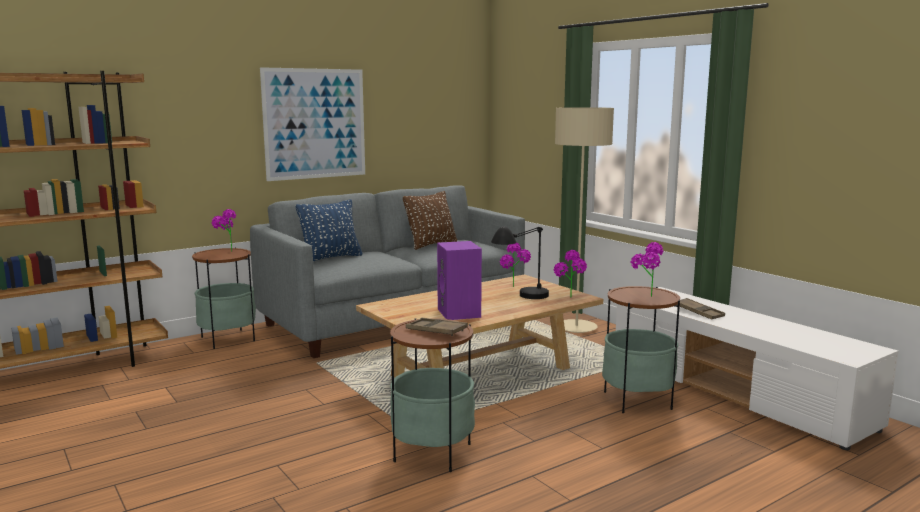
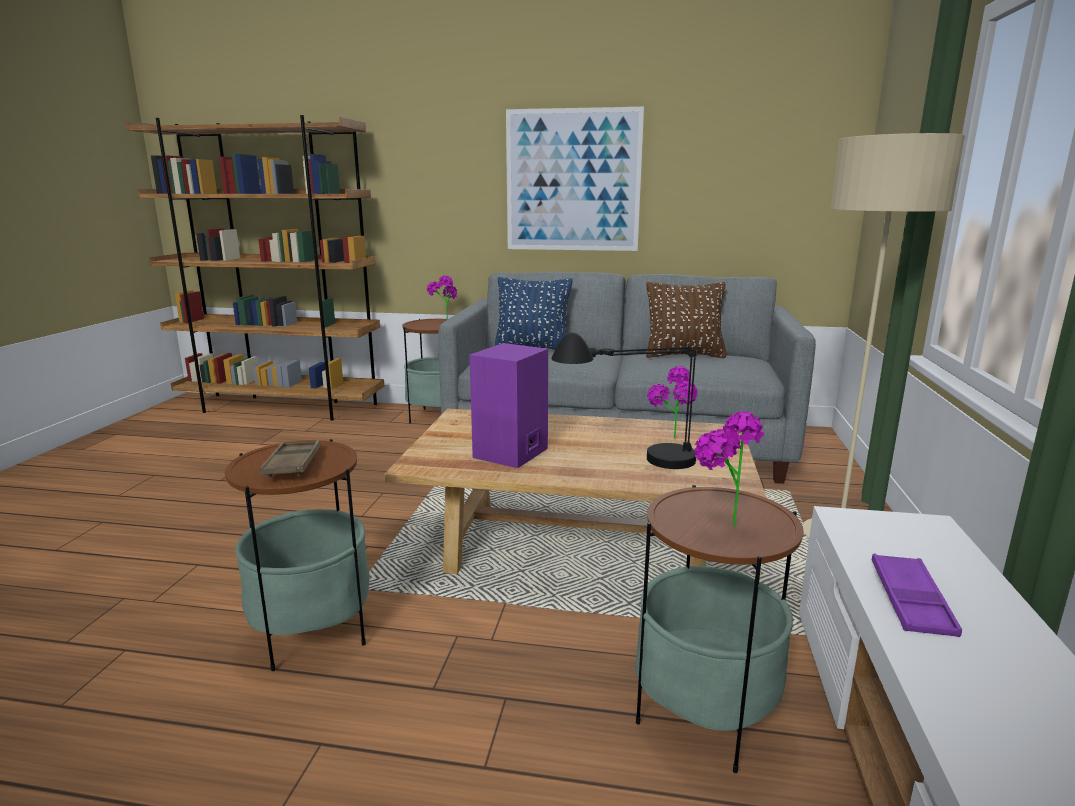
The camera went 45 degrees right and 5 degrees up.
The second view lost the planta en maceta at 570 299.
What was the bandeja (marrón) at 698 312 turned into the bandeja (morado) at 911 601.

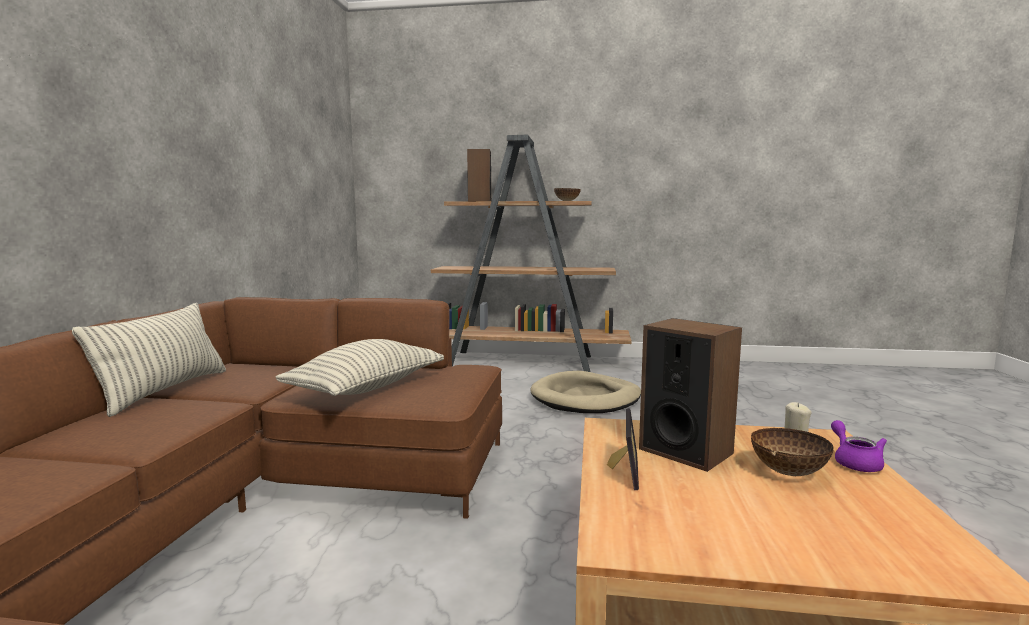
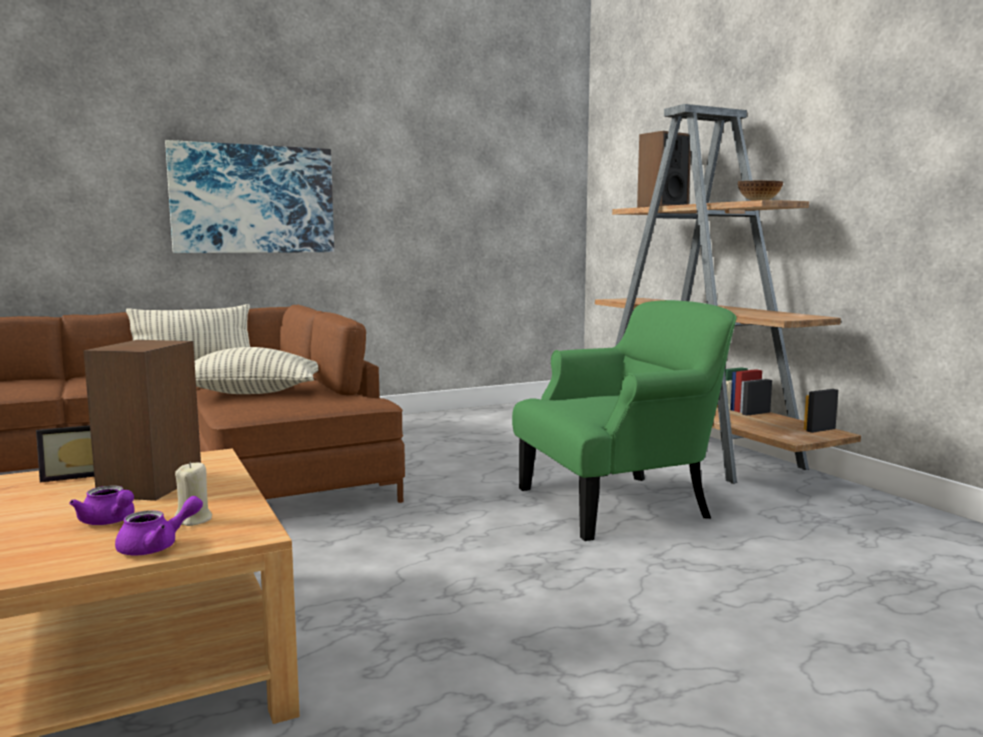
The camera went 55 degrees right and 0 degrees up.
Where the cama para perro (beis) stood at 586 398, the sillón (verde) came to stand at 618 503.
Where the cuenco stood at 787 472, the tetera (morado) came to stand at 109 522.
The second view gained the cuadro at 253 199.

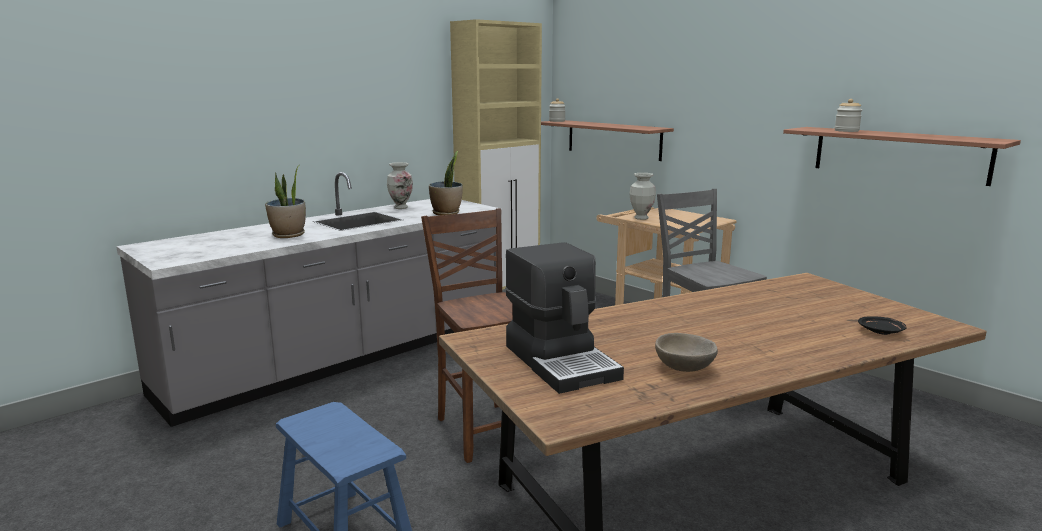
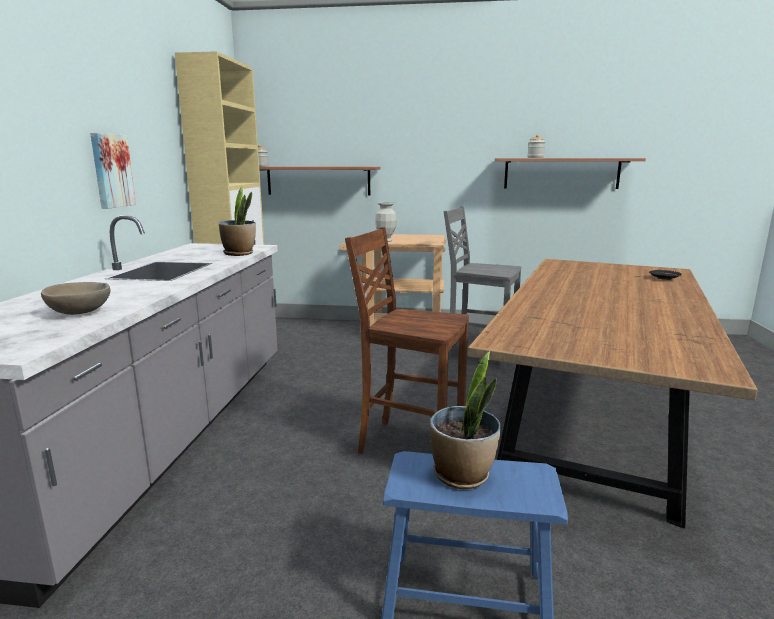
The camera went 40 degrees left and 0 degrees up.
The second view lost the florero at 401 207.
The planta en maceta ended up elsewhere, having gone from 288 235 to 462 475.
The second view lost the cafetera at 562 361.
The cuenco (beis) ended up elsewhere, having gone from 684 368 to 79 313.
The second view gained the cuadro at 111 171.

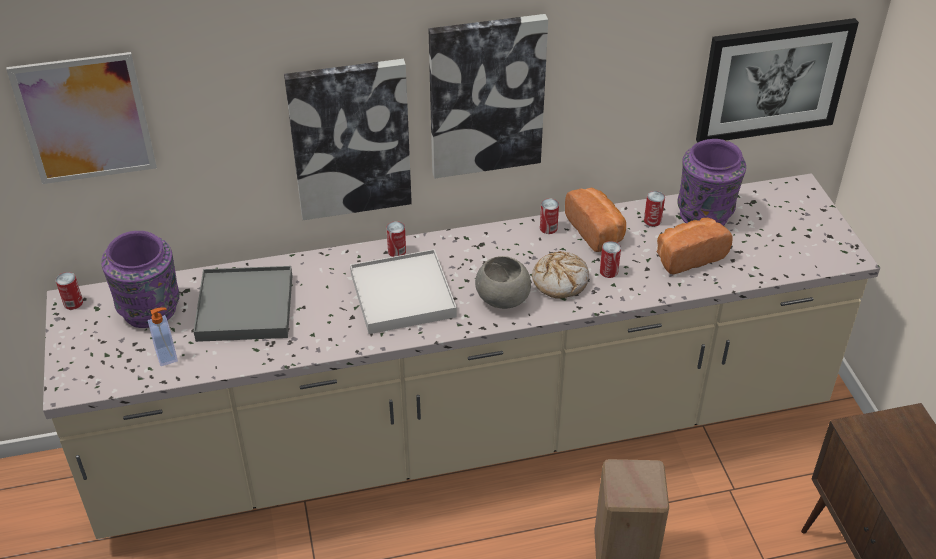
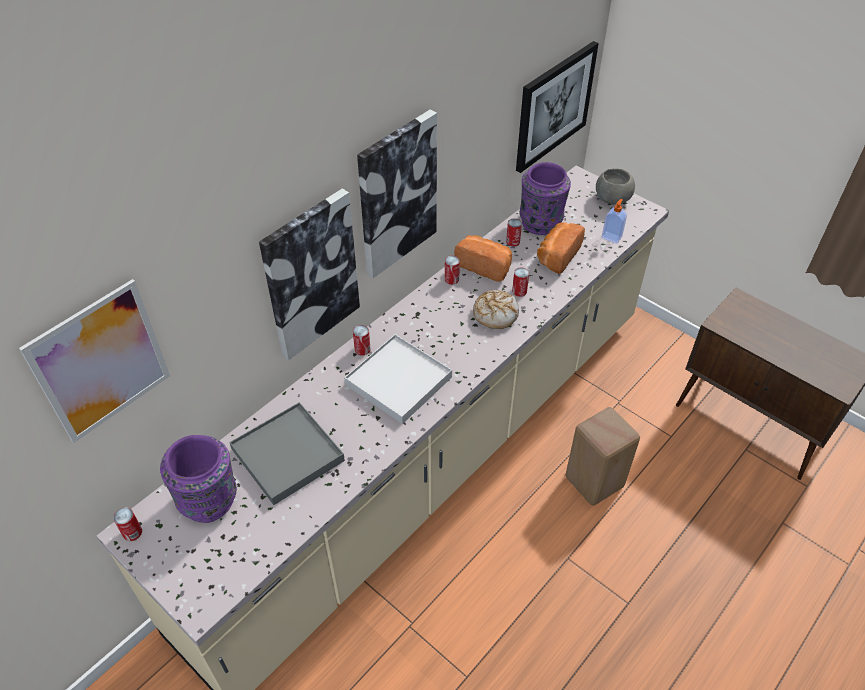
The camera went 35 degrees left and 5 degrees up.
The cuenco (gris) ended up elsewhere, having gone from 502 300 to 612 200.
The dispensador de jabón ended up elsewhere, having gone from 167 355 to 612 237.

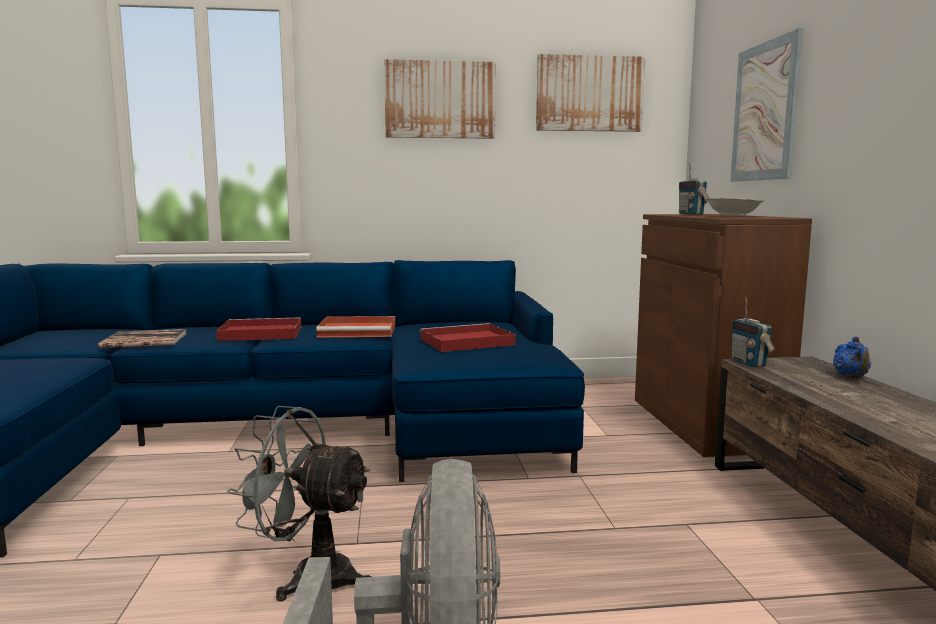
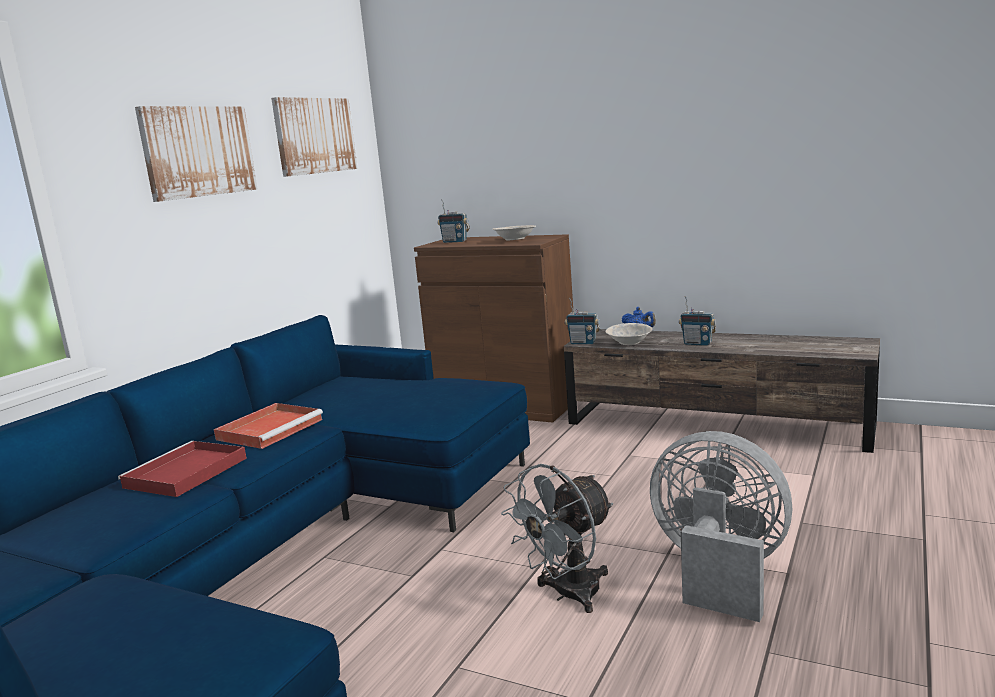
The camera went 55 degrees left and 5 degrees up.
The second view lost the cuadro at 765 112.
The second view lost the bandeja (rojo) at 465 342.
The second view lost the libro at 145 340.
The second view gained the radio at 697 343.
The second view gained the cuenco (beis) at 629 342.

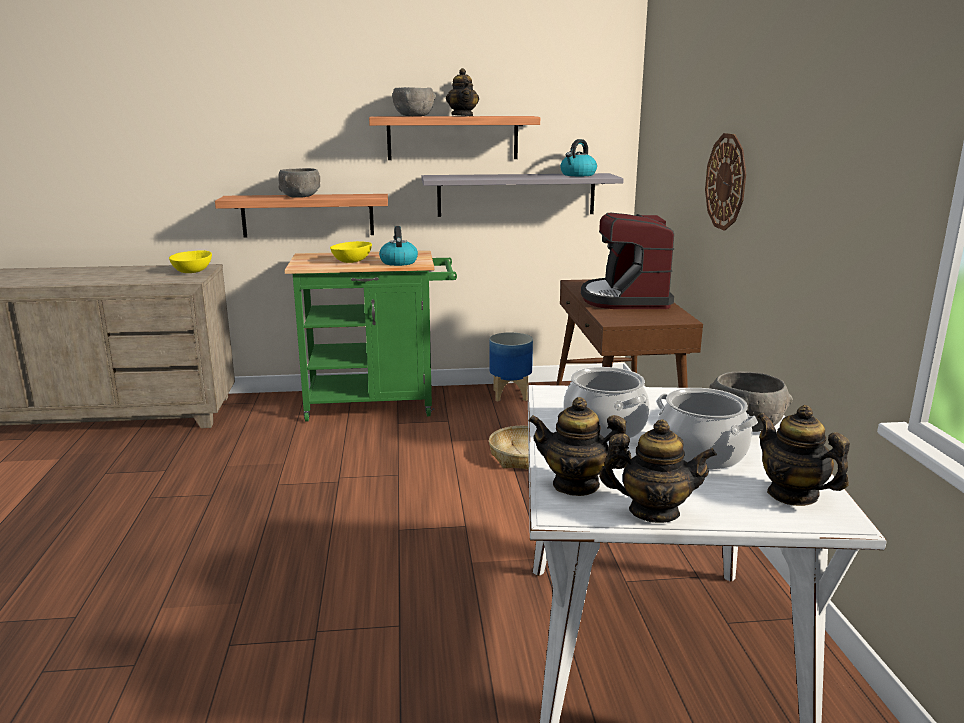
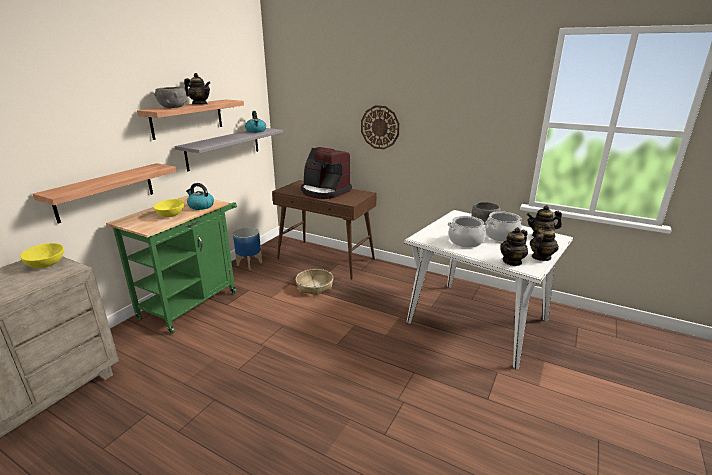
The camera went 55 degrees left and 5 degrees up.
The second view lost the cuenco (gris) at 300 196.

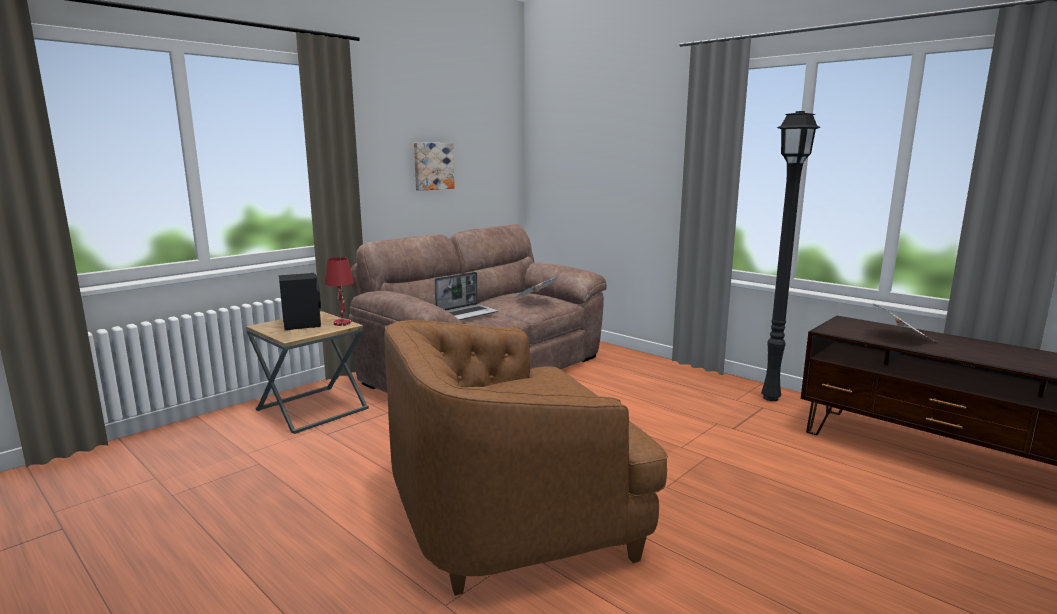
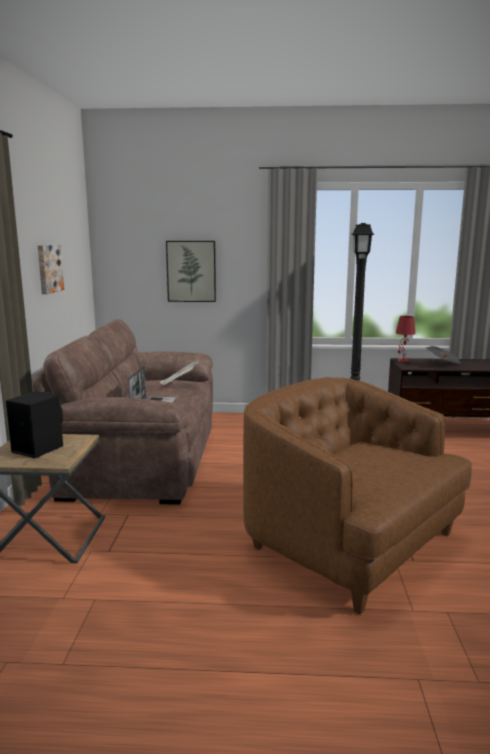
The camera went 40 degrees left and 0 degrees up.
The lámpara de mesa (rojo) ended up elsewhere, having gone from 342 323 to 403 361.
The sillón (marrón) at 512 515 ended up facing another way, 105 degrees clockwise from before.
The second view gained the cuadro at 191 271.

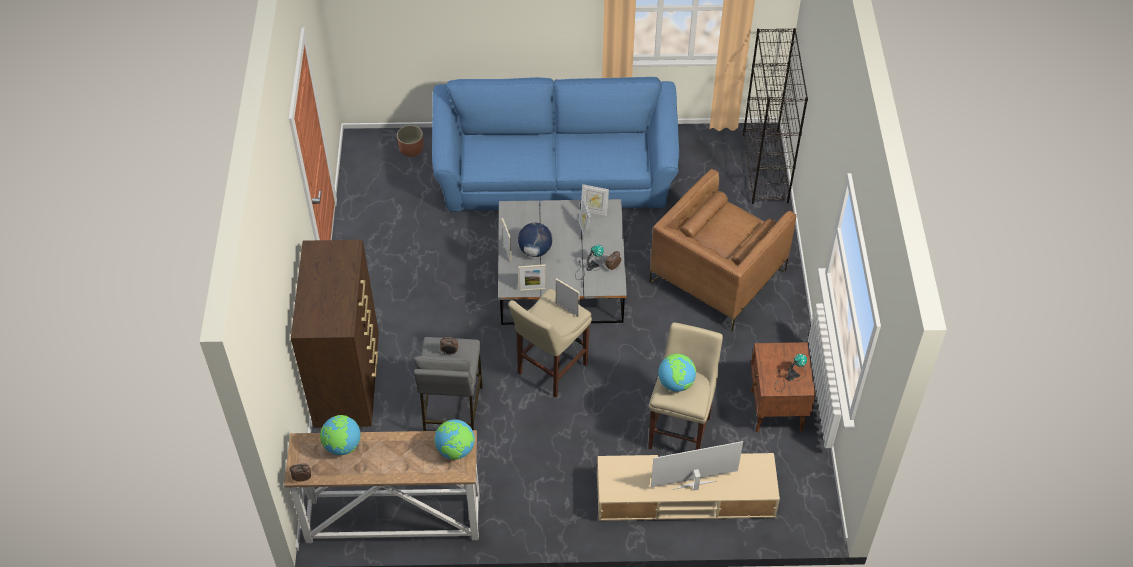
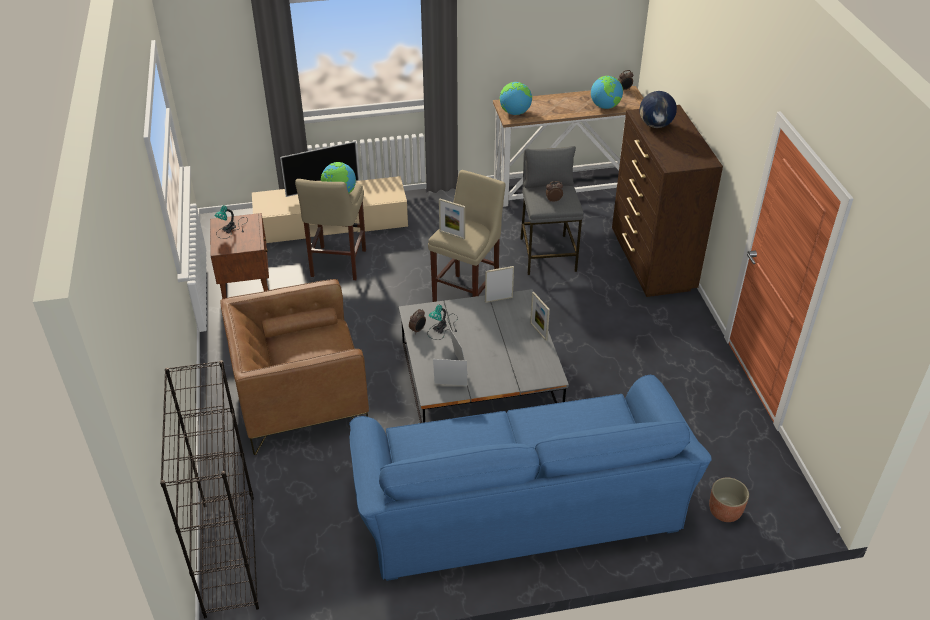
The camera went 170 degrees right and 10 degrees down.
The sillón (marrón) at 717 277 ended up facing another way, 135 degrees counterclockwise from before.
The globo terráqueo ended up elsewhere, having gone from 535 250 to 655 125.

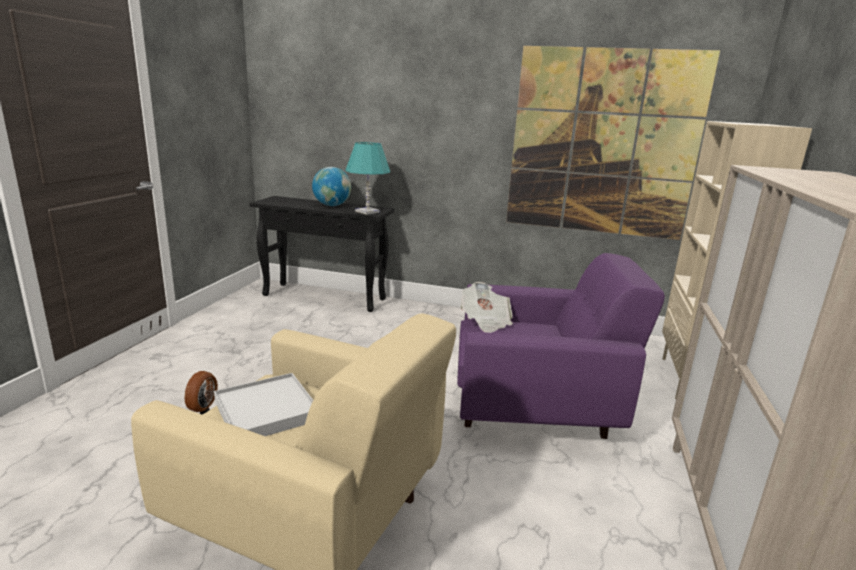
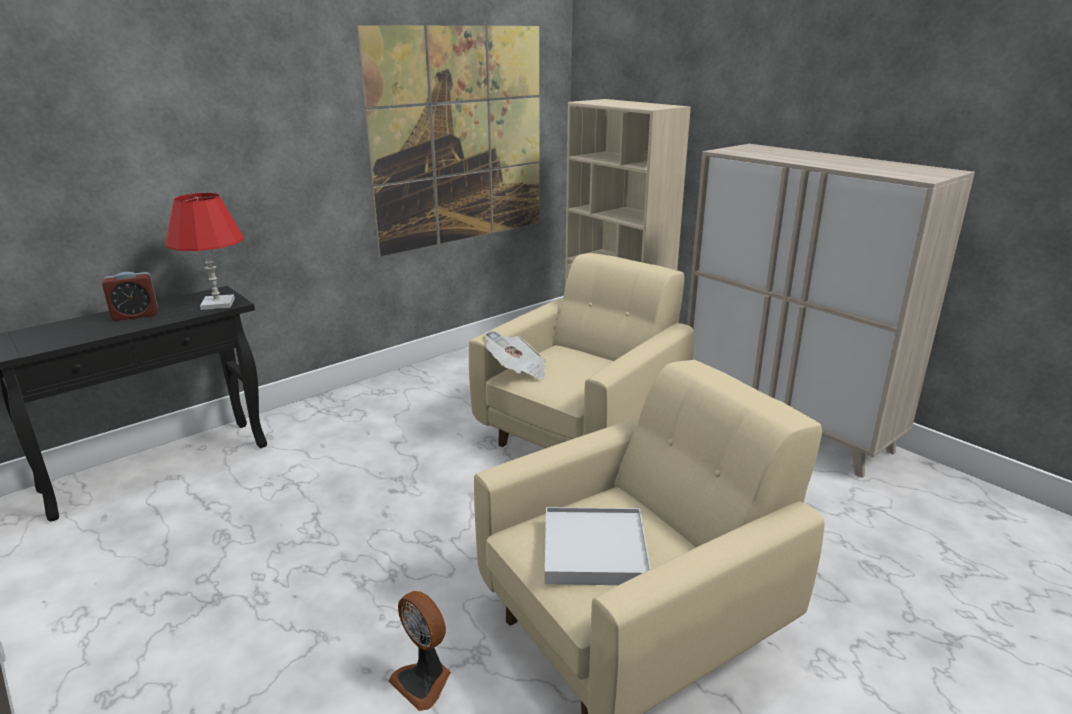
The camera went 55 degrees left and 5 degrees up.
What was the lámpara de mesa (turquesa) at 367 212 turned into the lámpara de mesa (rojo) at 218 303.
Where the globo terráqueo stood at 332 205, the despertador came to stand at 135 315.
What was the sillón (morado) at 536 406 turned into the sillón (beis) at 583 430.

